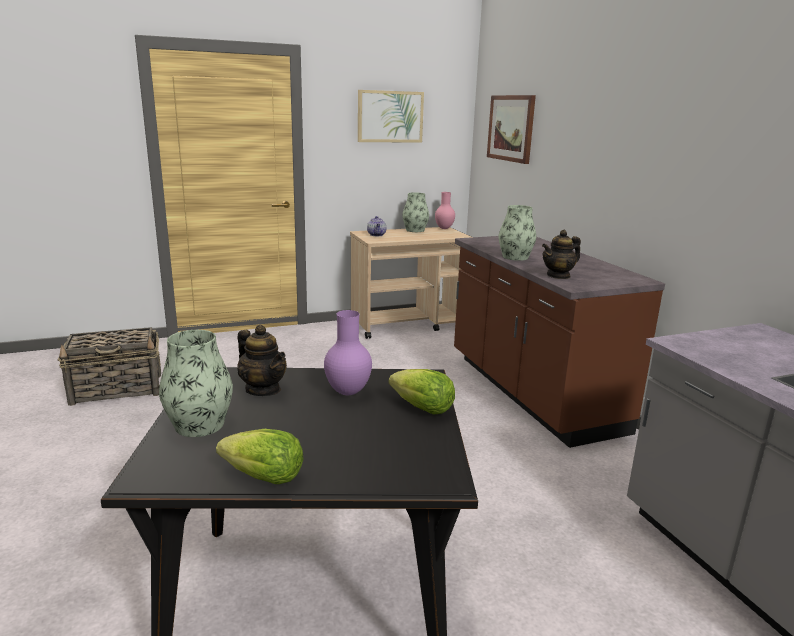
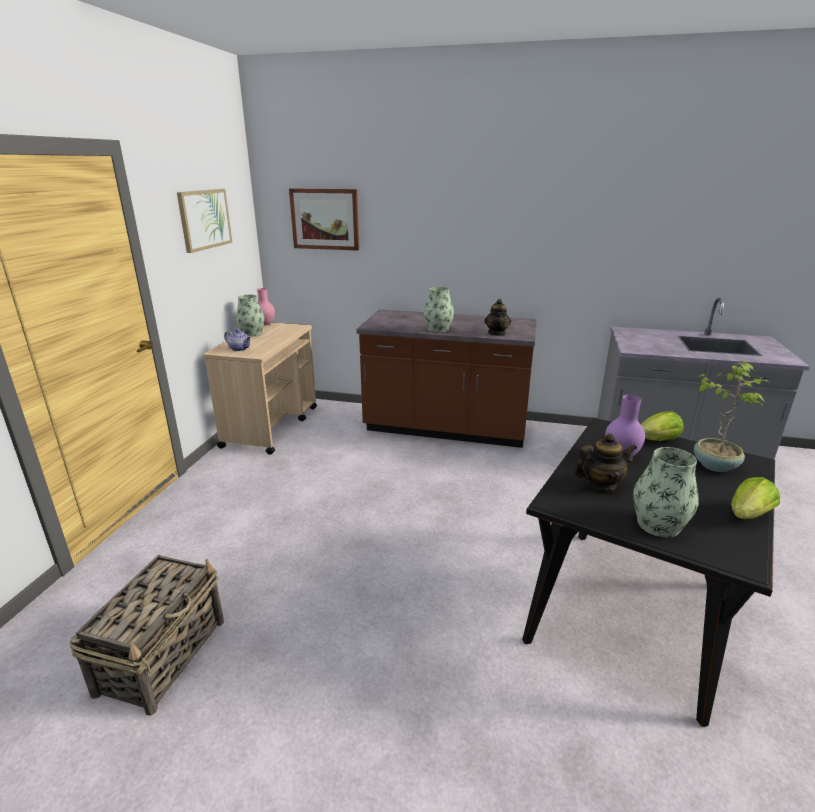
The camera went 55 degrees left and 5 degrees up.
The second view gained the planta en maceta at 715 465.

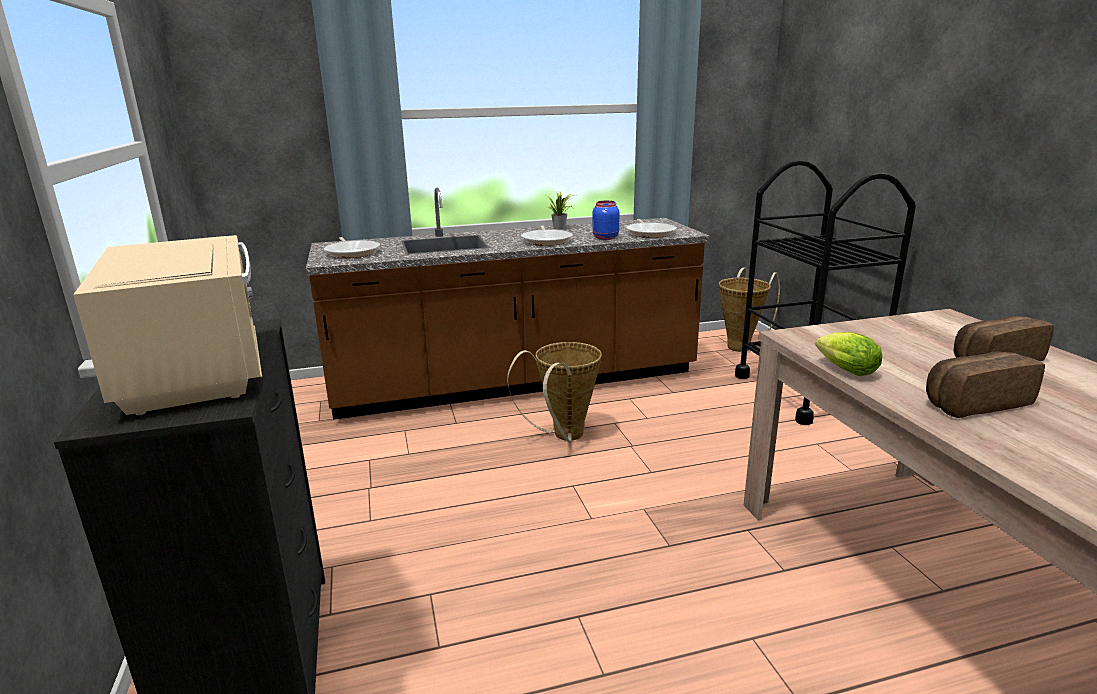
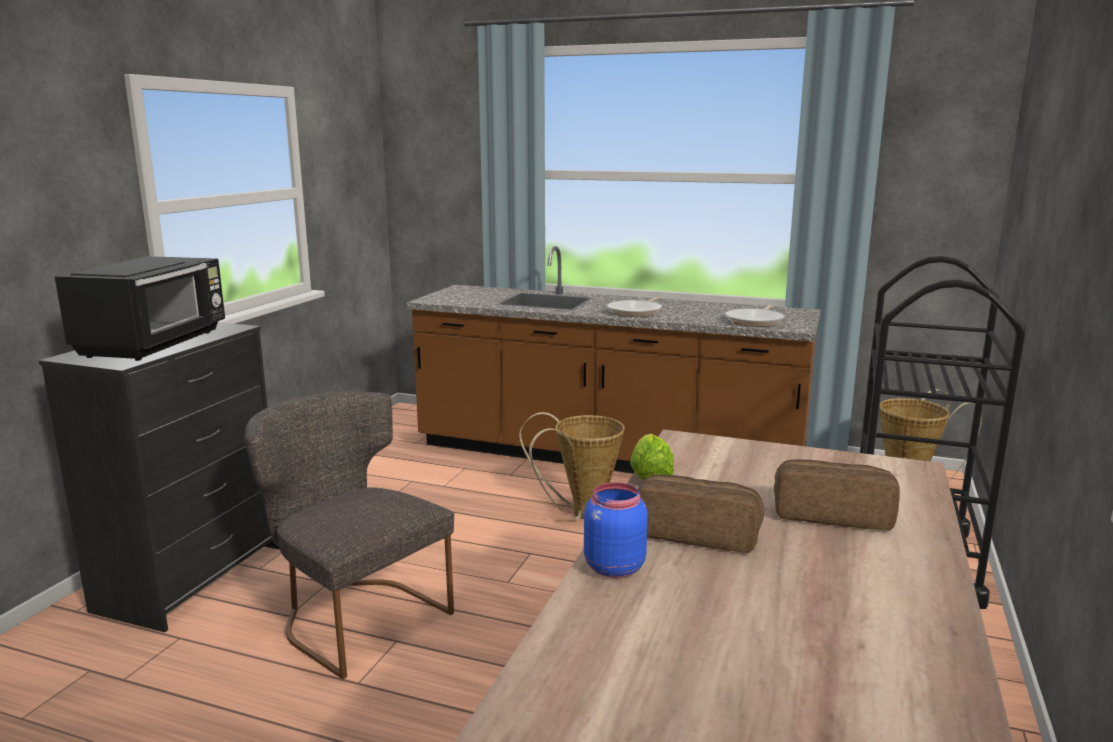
The camera went 35 degrees right and 5 degrees down.
The second view lost the planta en maceta at 561 228.
The tarro (azul) ended up elsewhere, having gone from 604 238 to 612 567.
What was the microondas (beis) at 197 371 turned into the microondas (negro) at 155 344.
The second view lost the sartén at 352 252.
The second view gained the silla (gris) at 355 617.

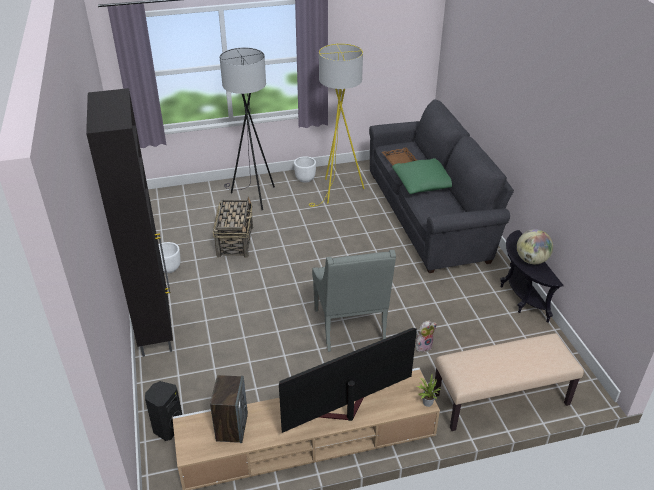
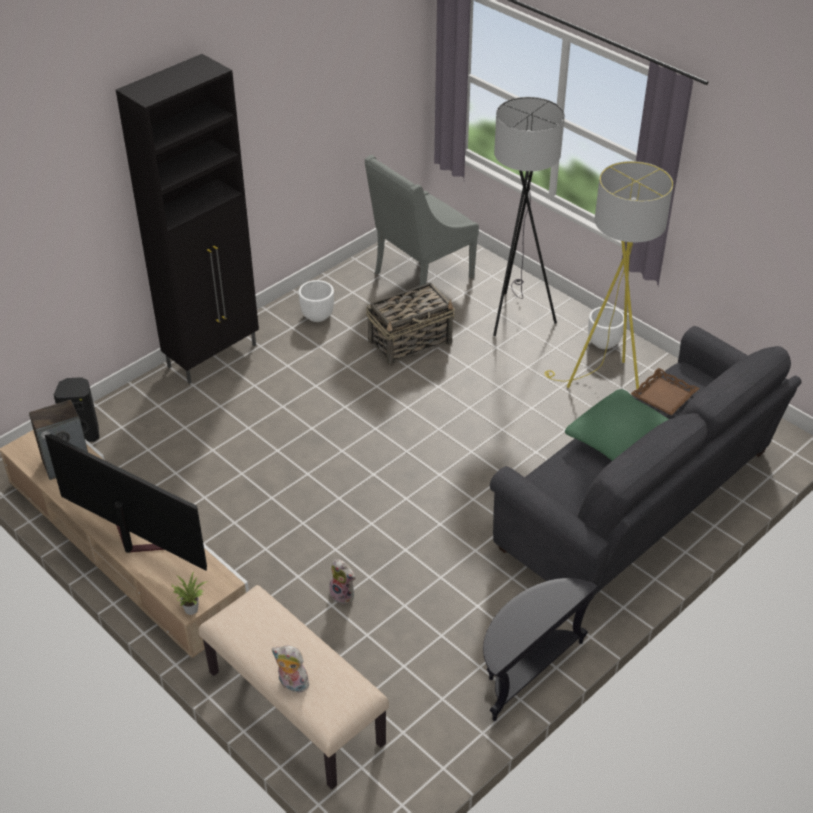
The camera went 60 degrees right and 5 degrees up.
The second view lost the globo terráqueo at 531 260.
The sillón (gris) ended up elsewhere, having gone from 351 328 to 420 276.
The second view gained the peluche at 291 684.

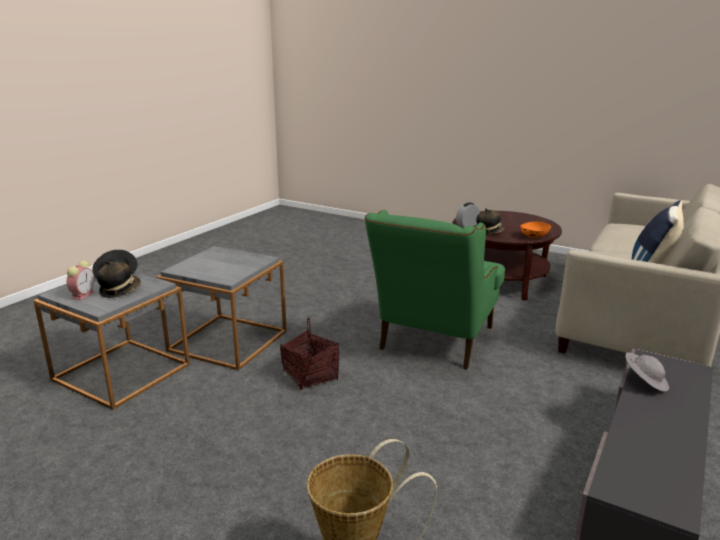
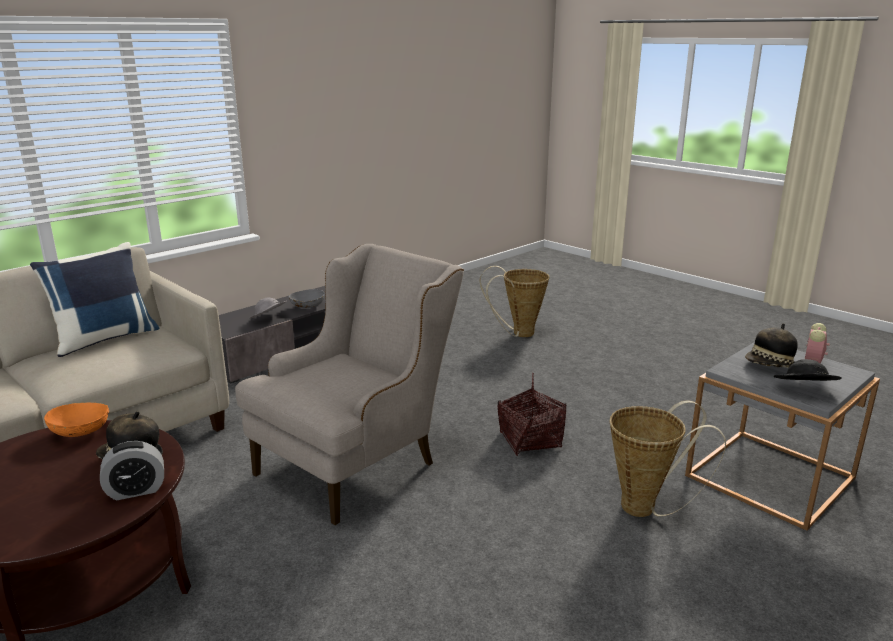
The camera went 165 degrees left and 0 degrees up.
What was the sillón (verde) at 433 343 turned into the sillón (beis) at 358 460.
Where the mesa auxiliar (gris) stood at 228 341, the cesta came to stand at 646 508.
The second view gained the cuenco (gris) at 307 307.

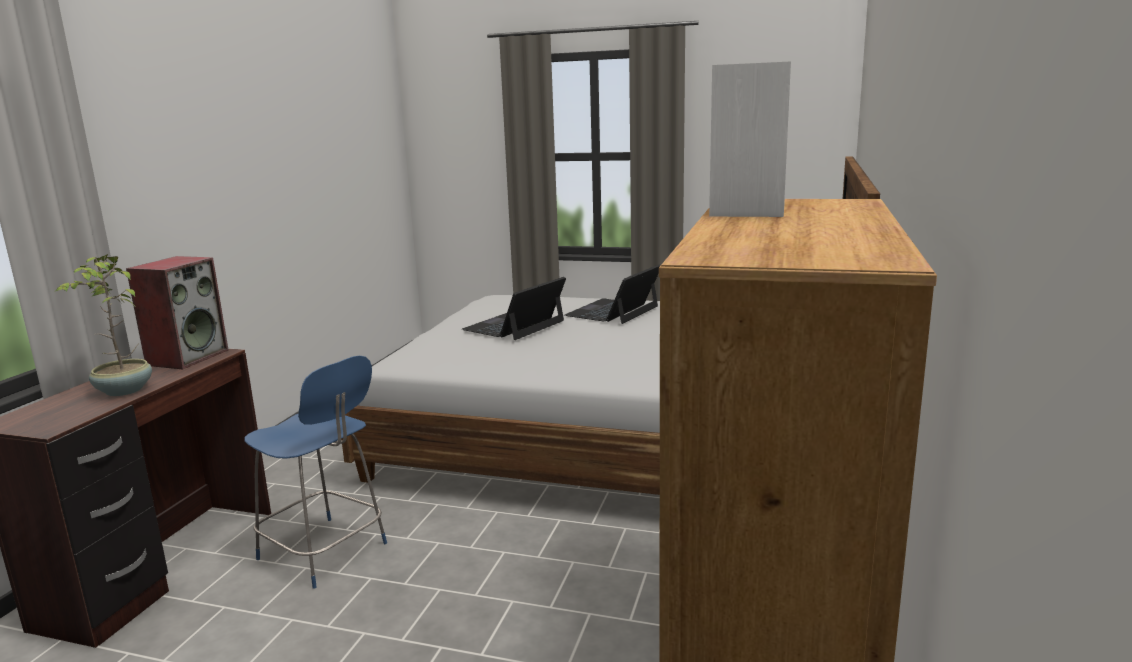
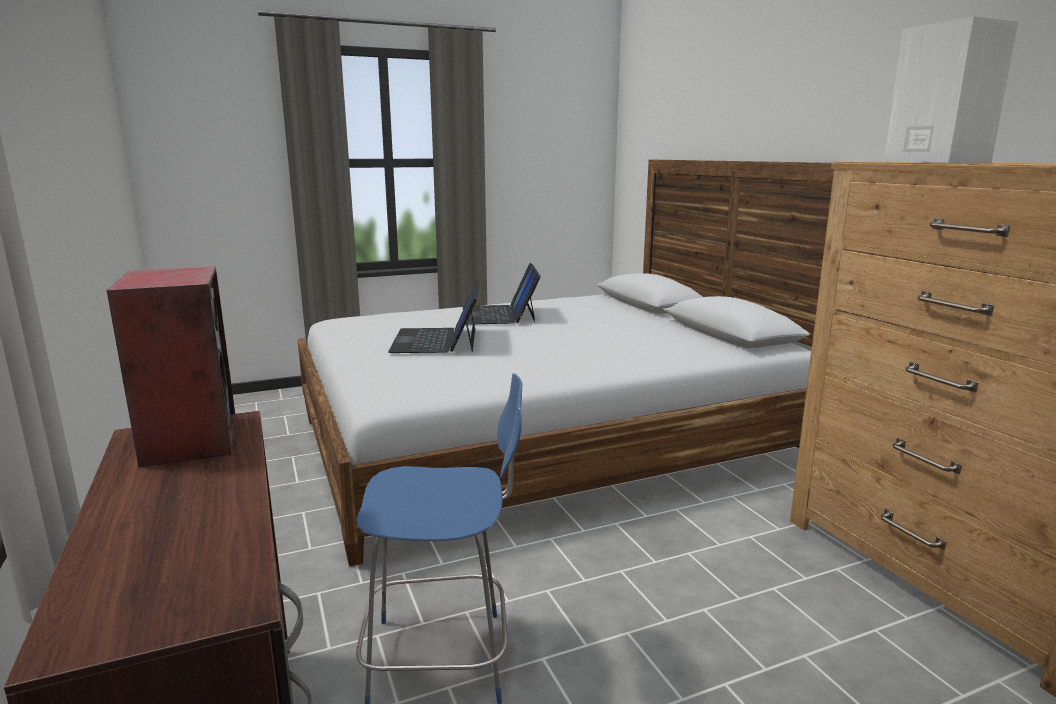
The camera went 40 degrees left and 0 degrees up.
The second view lost the planta en maceta at 123 391.

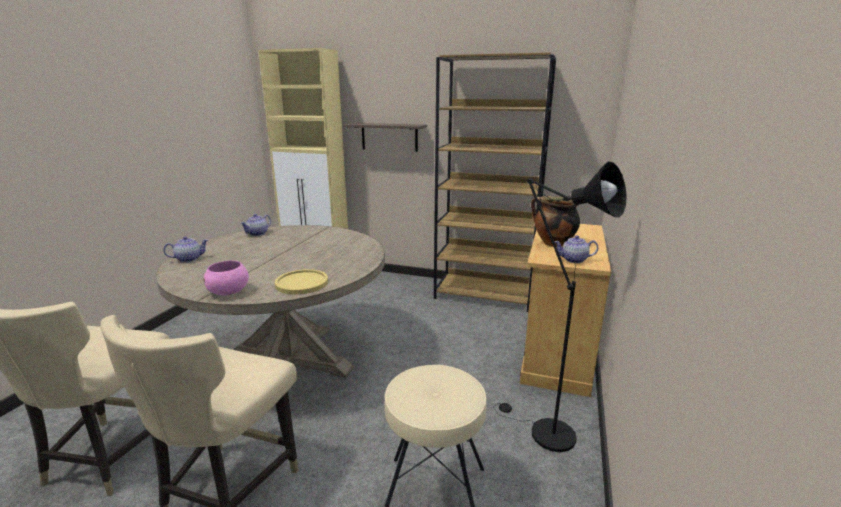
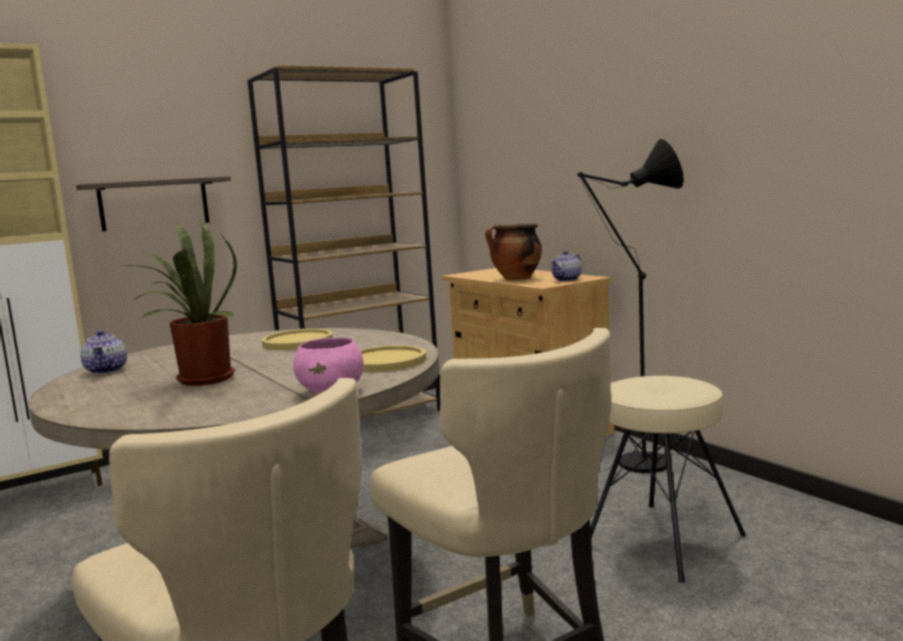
The camera went 50 degrees left and 10 degrees down.
The second view lost the tetera at 189 259.
The second view gained the planta en maceta at 199 380.
The second view gained the plato (amarillo) at 298 342.

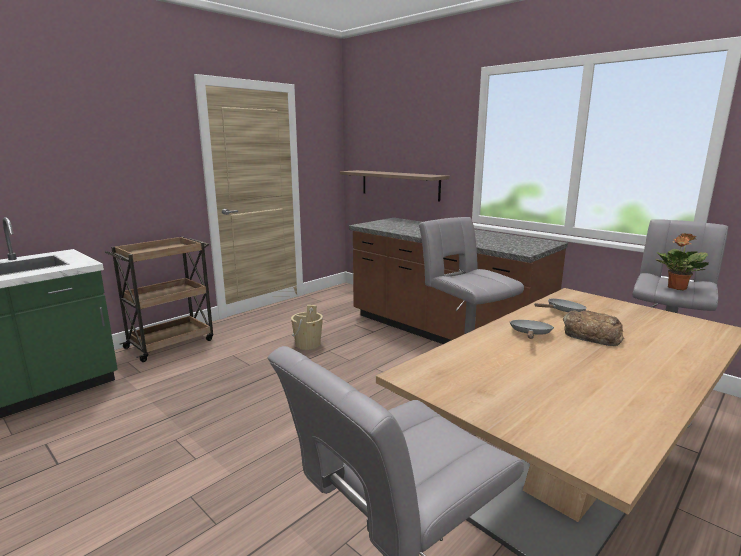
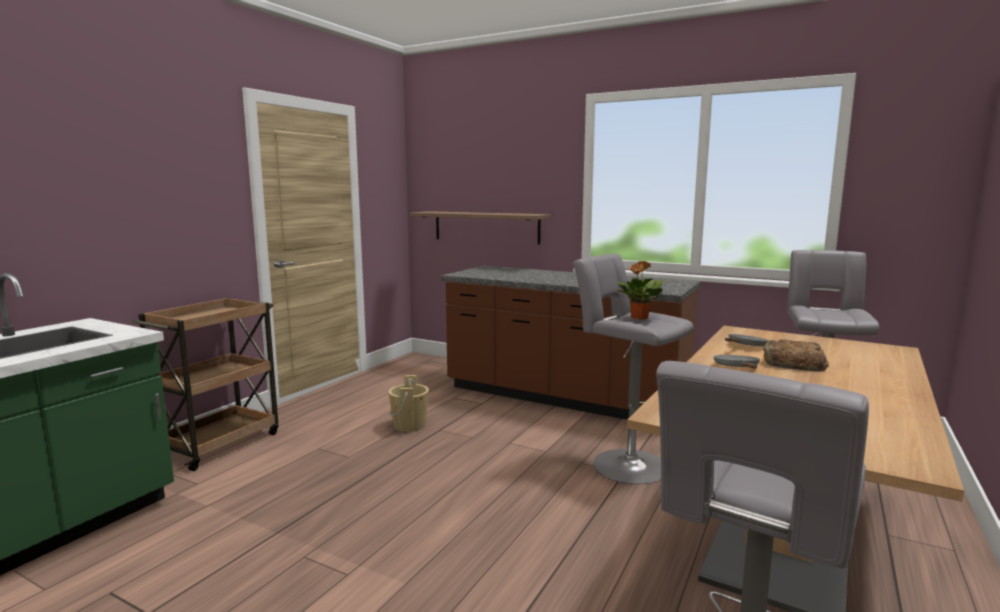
The camera went 15 degrees left and 5 degrees down.
The planta en maceta ended up elsewhere, having gone from 676 288 to 639 318.

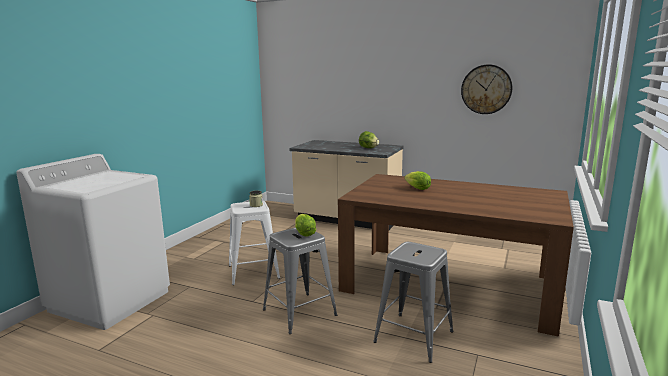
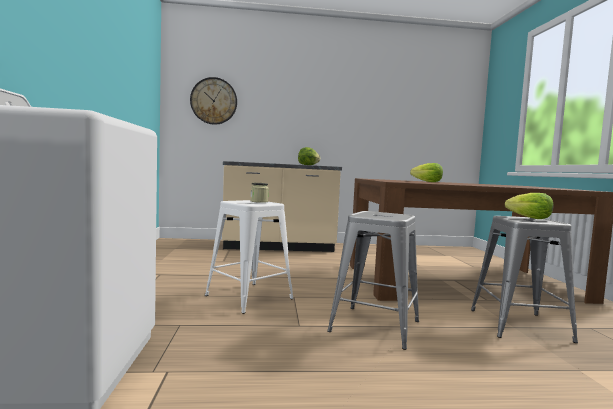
The camera went 30 degrees left and 10 degrees down.
The reloj de pared ended up elsewhere, having gone from 486 89 to 214 101.
The lechuga ended up elsewhere, having gone from 304 234 to 530 218.

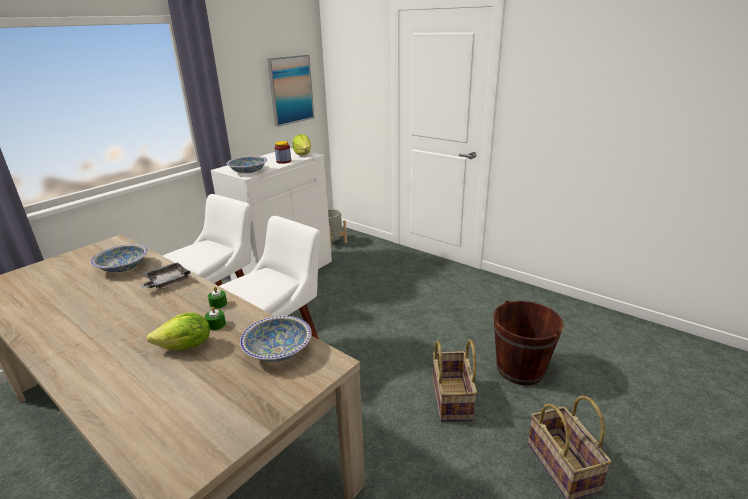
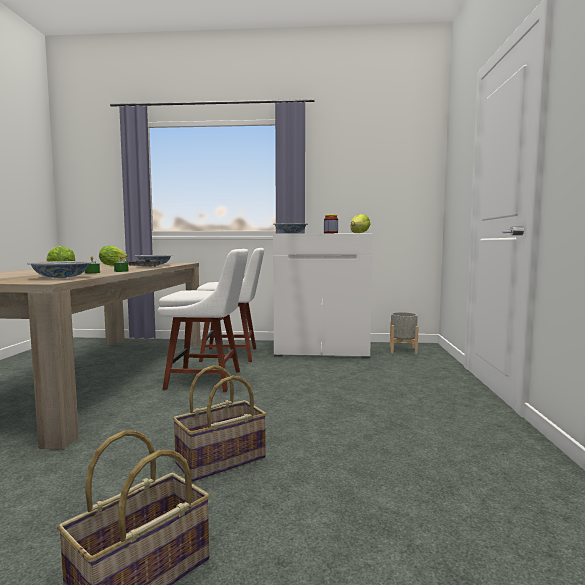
The camera went 55 degrees right and 20 degrees down.
The second view lost the cuadro at 290 90.
The second view lost the cubo (marrón) at 520 369.
The second view gained the lechuga at 112 265.

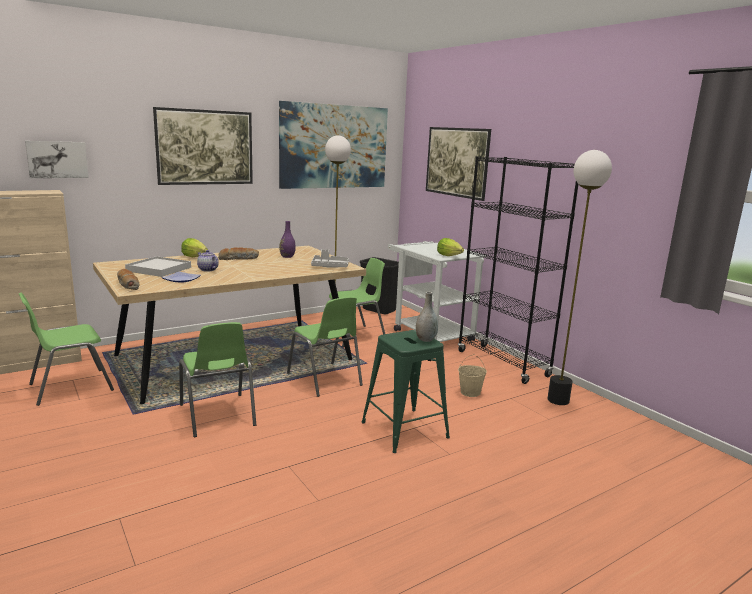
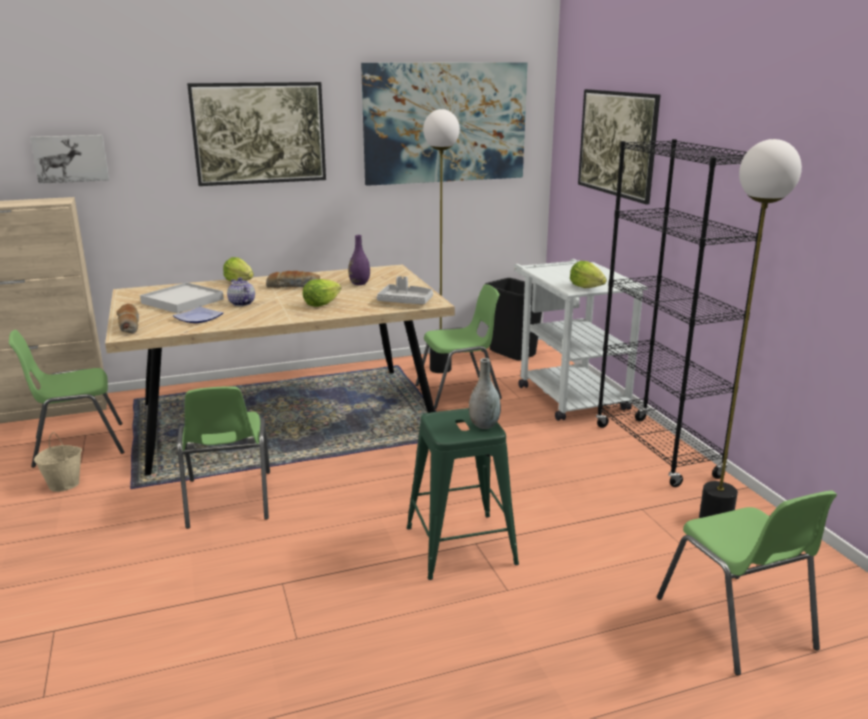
The camera went 15 degrees right and 5 degrees up.
The silla (verde) ended up elsewhere, having gone from 325 380 to 736 624.
The cubo (beis) ended up elsewhere, having gone from 470 392 to 65 484.
The second view gained the lechuga at 321 304.

